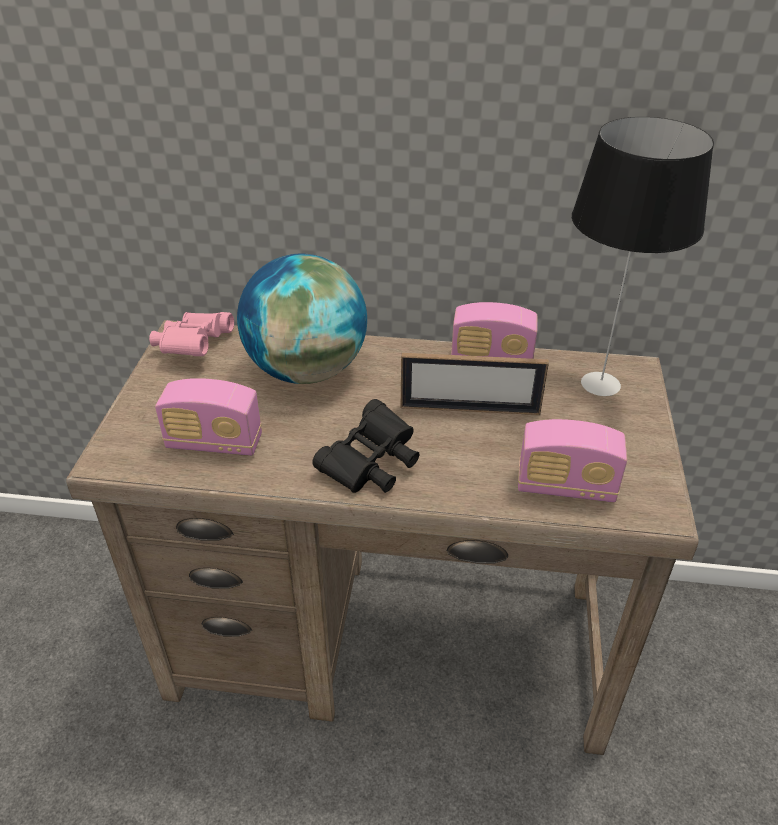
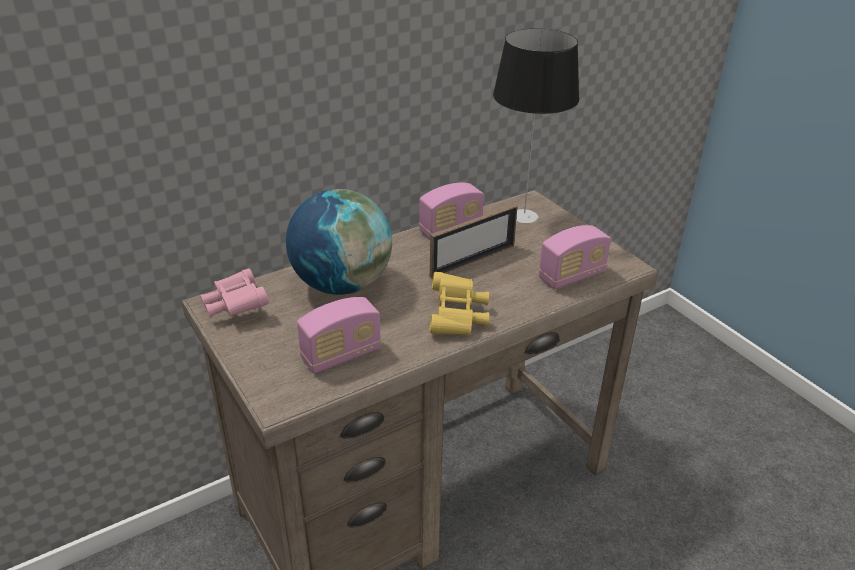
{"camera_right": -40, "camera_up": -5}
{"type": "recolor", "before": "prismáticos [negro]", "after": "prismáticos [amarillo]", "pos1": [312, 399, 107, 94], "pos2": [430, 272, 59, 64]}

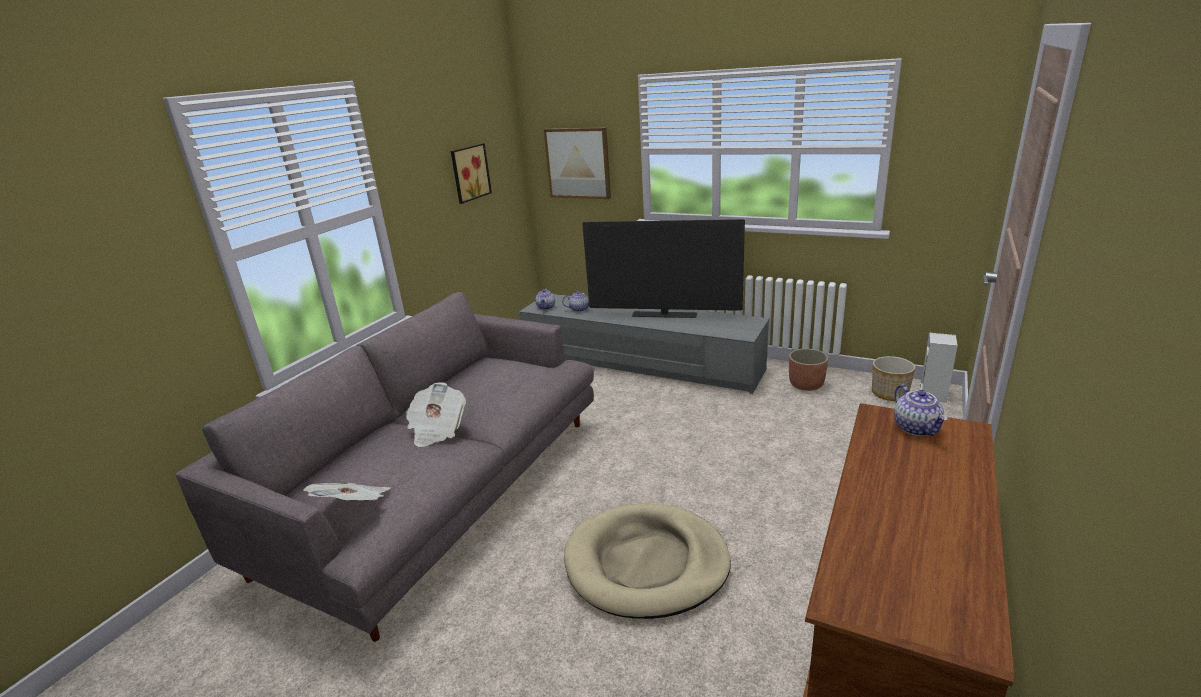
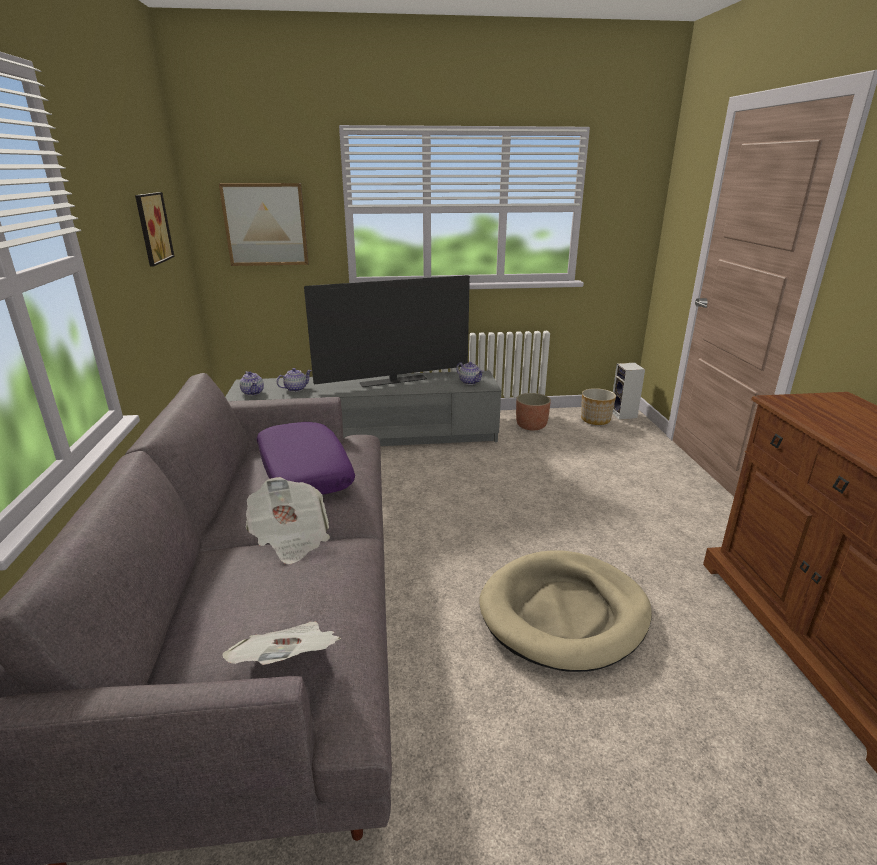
{"camera_right": -35, "camera_up": 0}
{"type": "insert", "after": "cojín [morado]", "pos2": [257, 422, 98, 73]}
{"type": "move", "before": "tetera", "pos1": [894, 384, 54, 52], "pos2": [456, 362, 28, 23]}

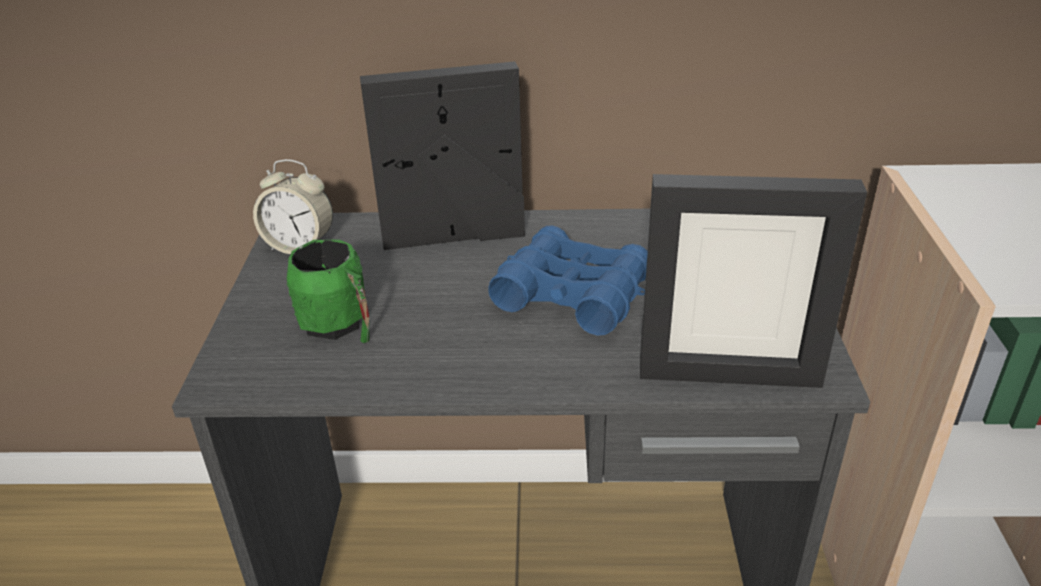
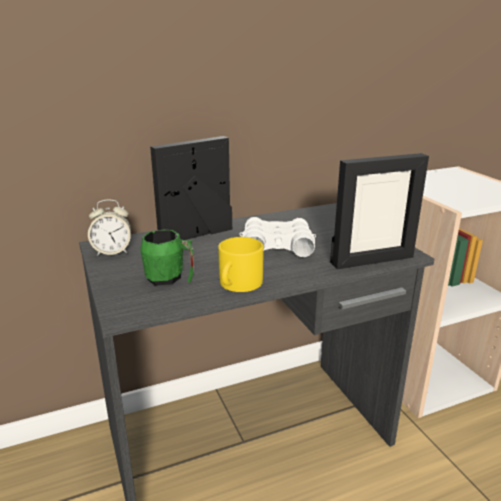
{"camera_right": -25, "camera_up": -10}
{"type": "insert", "after": "taza grande [amarillo]", "pos2": [218, 237, 46, 55]}
{"type": "recolor", "before": "prismáticos [azul]", "after": "prismáticos [blanco]", "pos1": [489, 226, 159, 110], "pos2": [240, 217, 76, 40]}

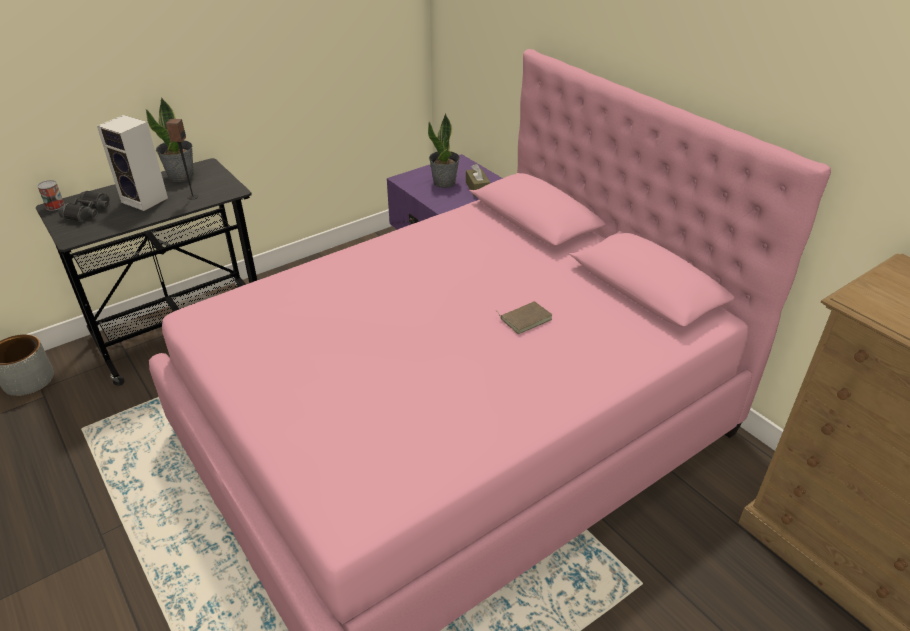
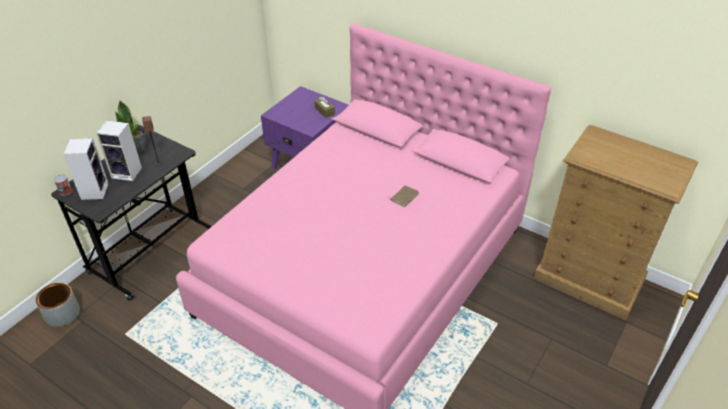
{"camera_right": -20, "camera_up": 5}
{"type": "delete", "before": "planta en maceta", "pos1": [428, 113, 32, 75]}
{"type": "replace", "before": "prismáticos [negro]", "after": "altavoz", "pos1": [59, 191, 51, 31], "pos2": [63, 138, 46, 62]}

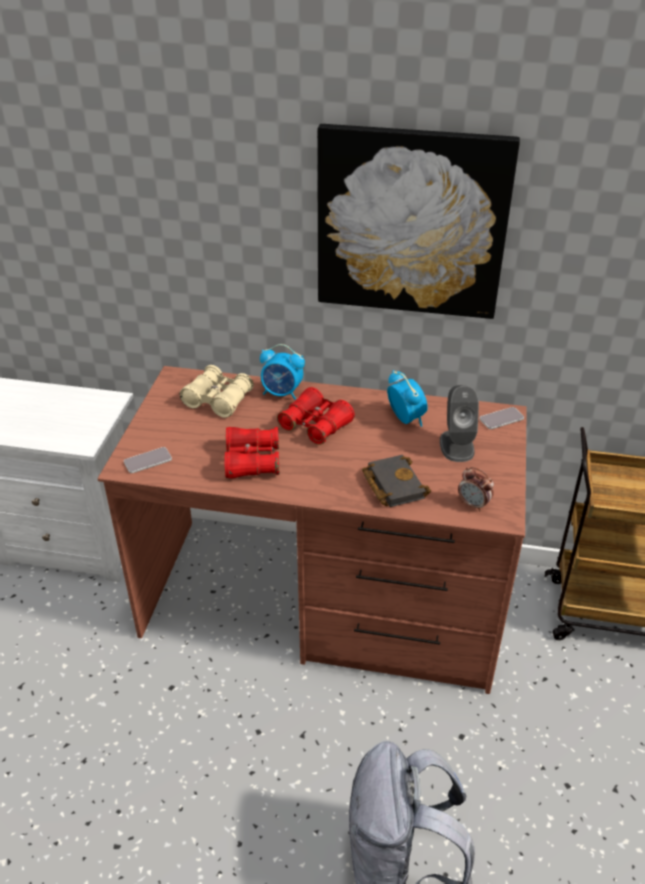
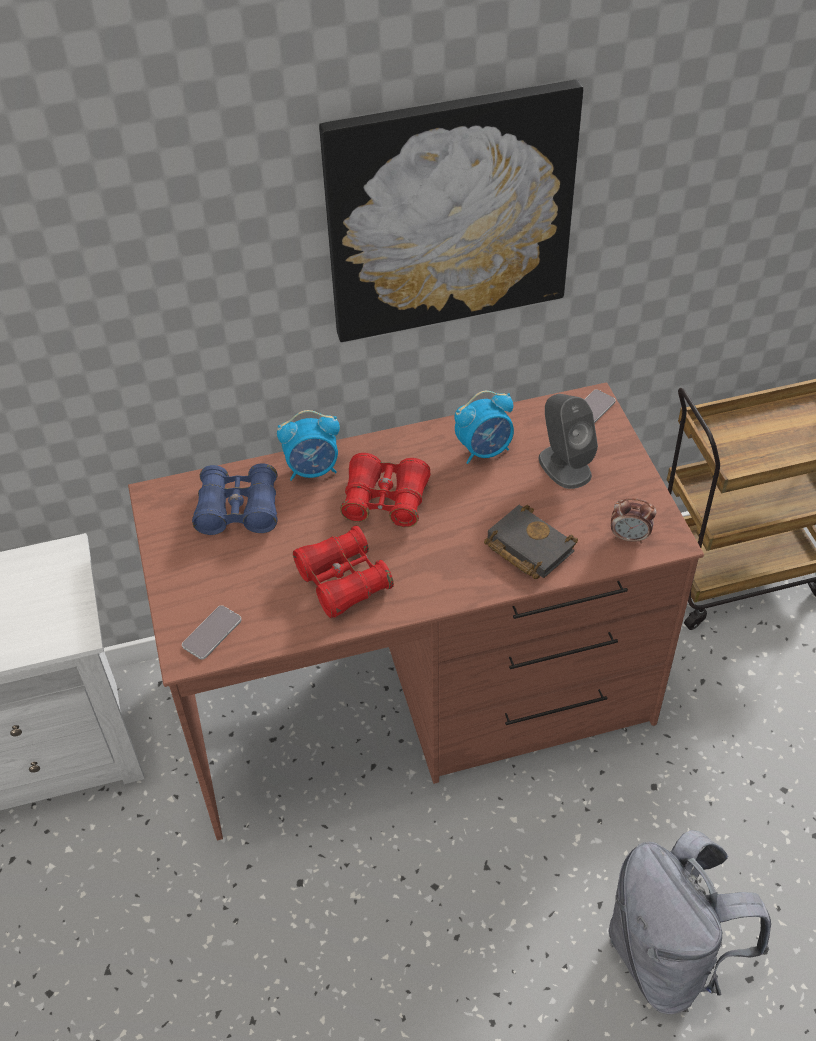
{"camera_right": -25, "camera_up": 10}
{"type": "recolor", "before": "prismáticos [beis]", "after": "prismáticos [azul]", "pos1": [180, 365, 74, 53], "pos2": [192, 463, 86, 72]}
{"type": "rotate", "before": "despertador", "pos1": [387, 370, 41, 57], "pos2": [455, 391, 59, 73], "turn": 120}

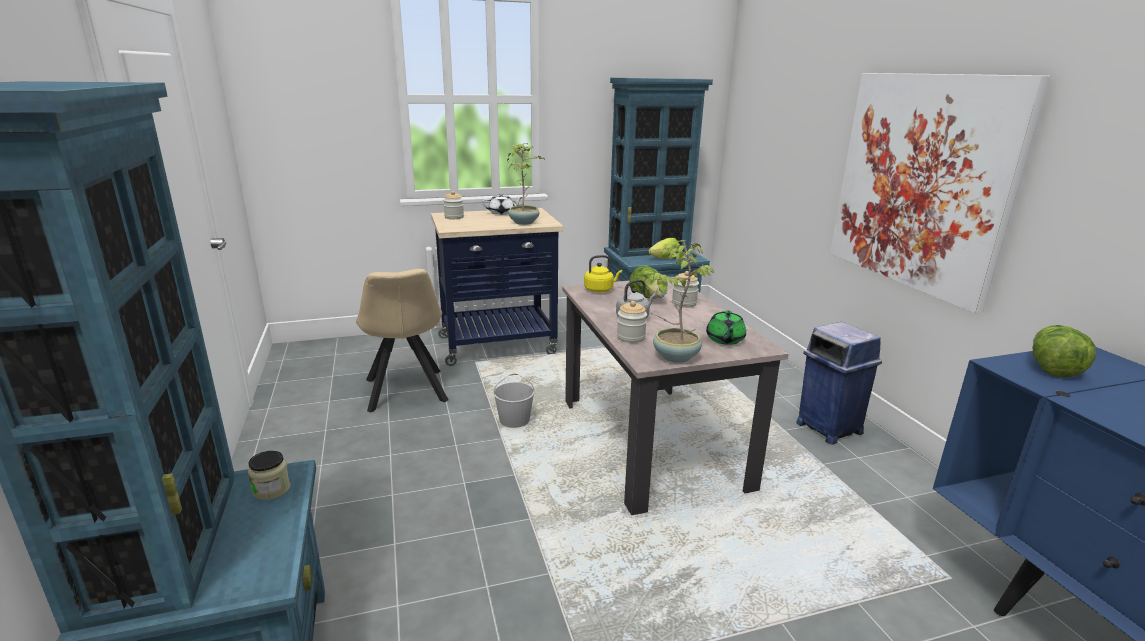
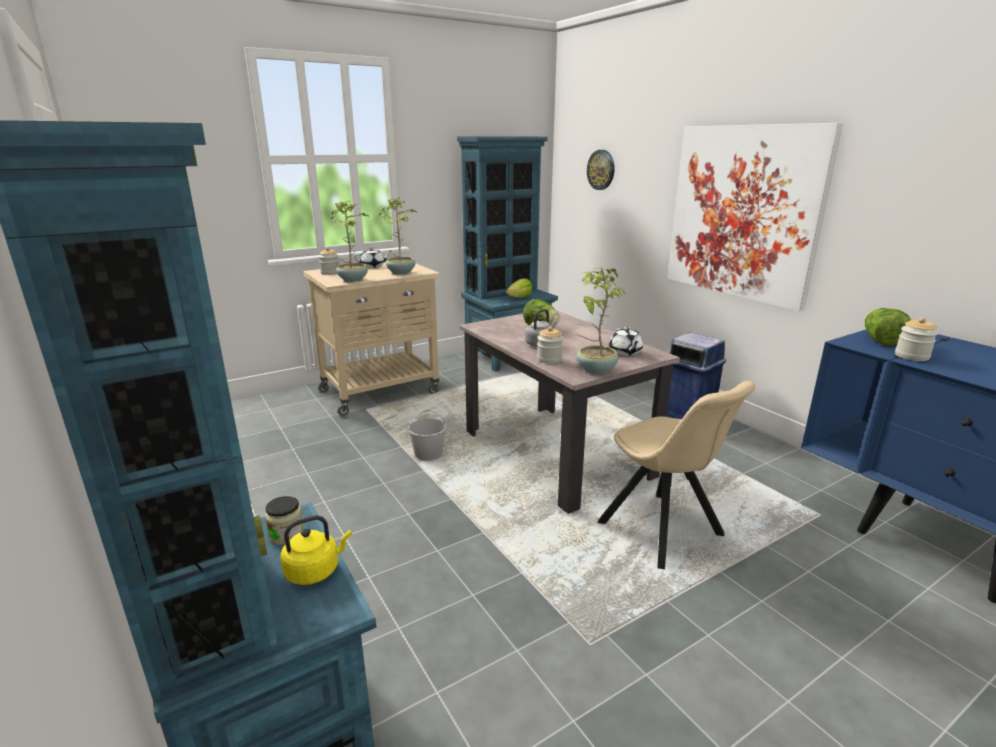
{"camera_right": -15, "camera_up": 0}
{"type": "insert", "after": "planta en maceta", "pos2": [331, 201, 39, 81]}
{"type": "insert", "after": "reloj de pared", "pos2": [587, 150, 27, 40]}
{"type": "move", "before": "silla [beis]", "pos1": [356, 269, 93, 144], "pos2": [598, 381, 157, 189]}
{"type": "move", "before": "hervidor [amarillo]", "pos1": [584, 255, 38, 37], "pos2": [280, 515, 72, 70]}
{"type": "move", "before": "tarro", "pos1": [672, 271, 27, 37], "pos2": [895, 317, 43, 44]}
{"type": "recolor", "before": "carrito [azul]", "after": "carrito [beis]", "pos1": [431, 208, 133, 158], "pos2": [303, 262, 137, 154]}
{"type": "recolor", "before": "tetera [verde]", "after": "tetera [blanco]", "pos1": [706, 310, 40, 35], "pos2": [609, 327, 34, 29]}

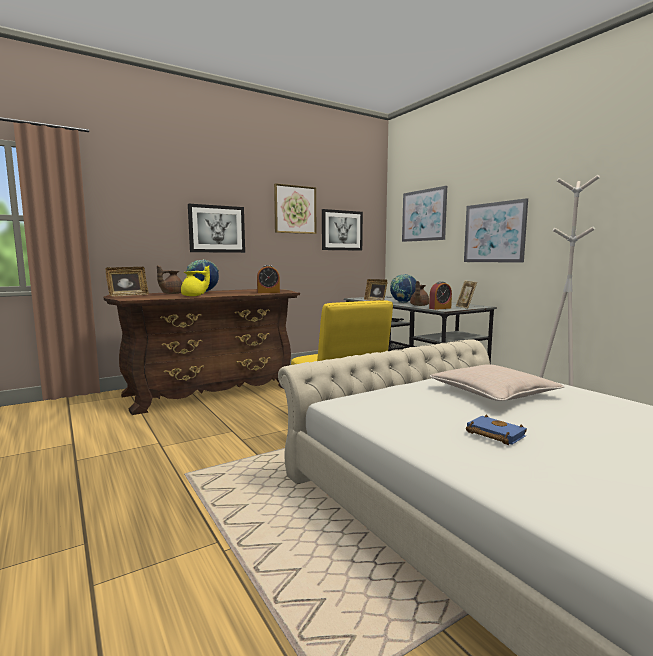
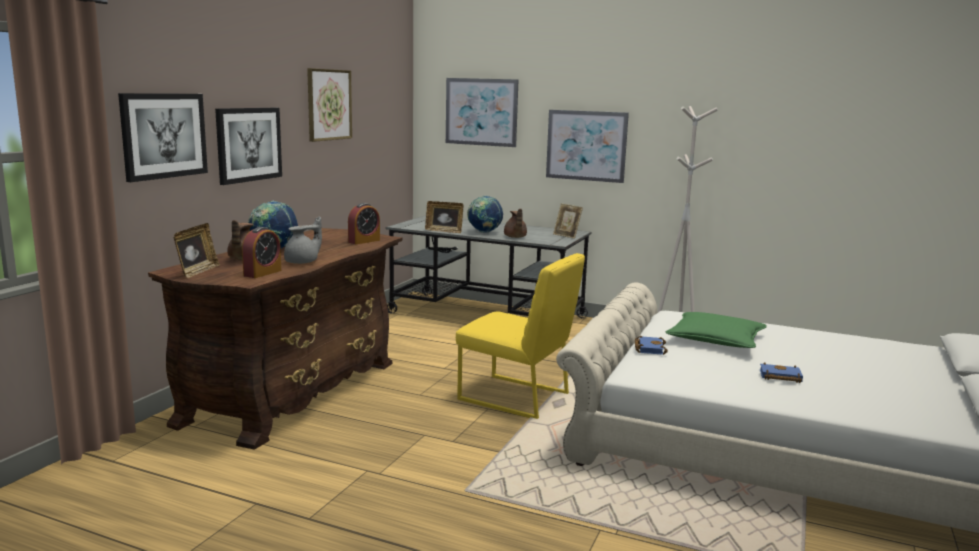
{"camera_right": -35, "camera_up": 5}
{"type": "insert", "after": "libro [azul]", "pos2": [635, 336, 33, 19]}
{"type": "move", "before": "cuadro", "pos1": [322, 209, 41, 42], "pos2": [118, 93, 90, 89]}
{"type": "move", "before": "despertador", "pos1": [429, 281, 23, 29], "pos2": [242, 227, 39, 51]}
{"type": "recolor", "before": "tetera [amarillo]", "after": "tetera [gris]", "pos1": [181, 266, 29, 30], "pos2": [284, 216, 38, 48]}
{"type": "recolor", "before": "cojín [beis]", "after": "cojín [verde]", "pos1": [429, 364, 136, 37], "pos2": [666, 312, 101, 36]}

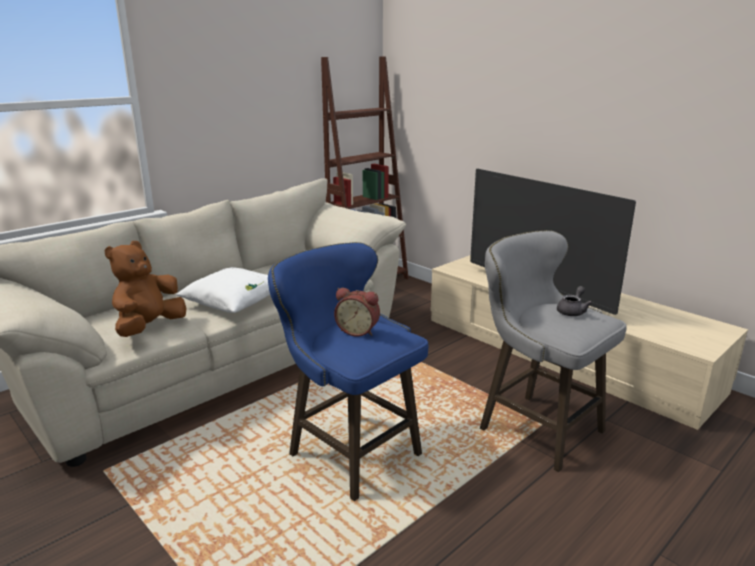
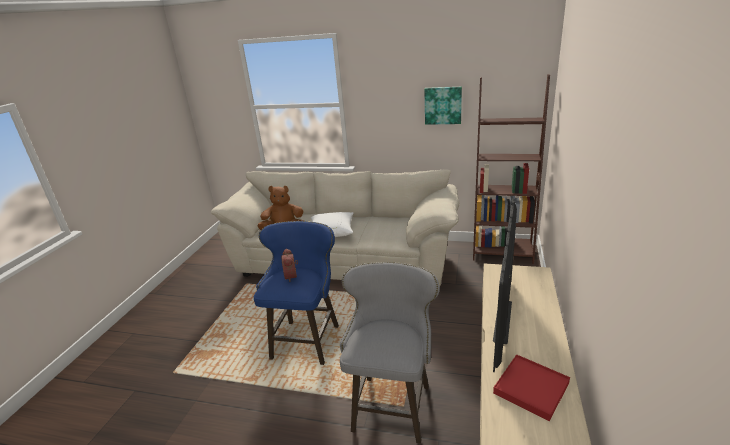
{"camera_right": 60, "camera_up": 5}
{"type": "delete", "before": "tetera [gris]", "pos1": [557, 286, 36, 30]}
{"type": "insert", "after": "cuadro", "pos2": [424, 87, 38, 38]}
{"type": "insert", "after": "bandeja [rojo]", "pos2": [493, 354, 77, 67]}

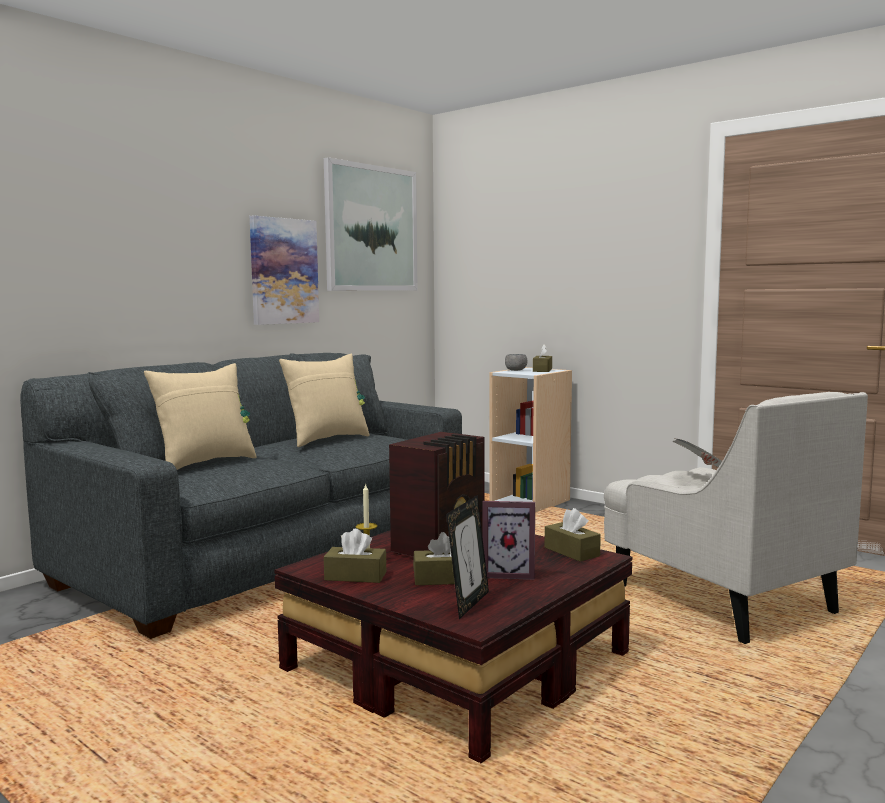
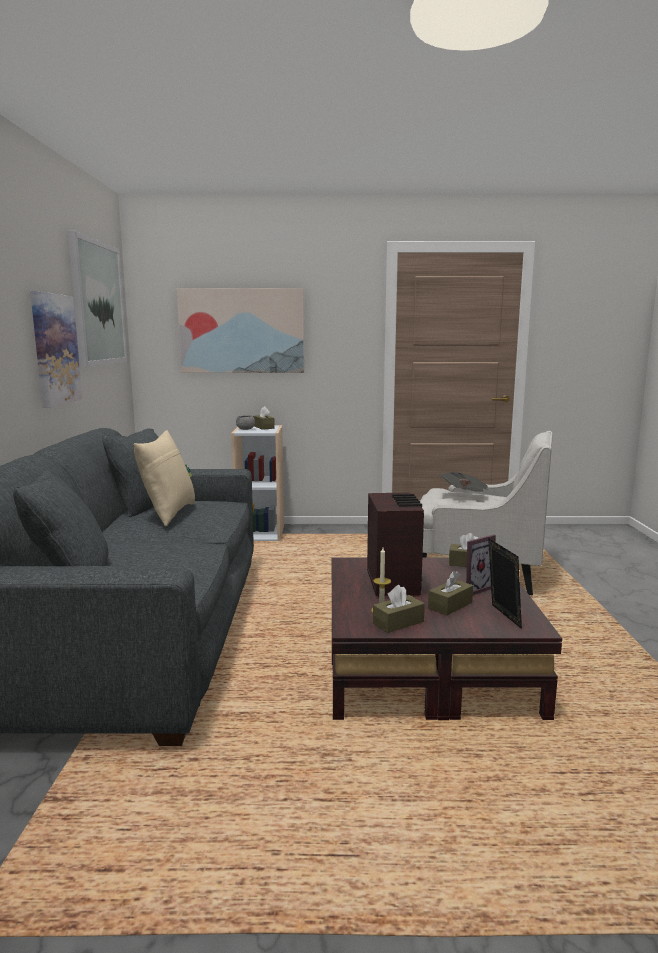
{"camera_right": -40, "camera_up": 5}
{"type": "delete", "before": "cojín [beis]", "pos1": [144, 363, 113, 107]}
{"type": "insert", "after": "cuadro", "pos2": [177, 288, 127, 85]}

